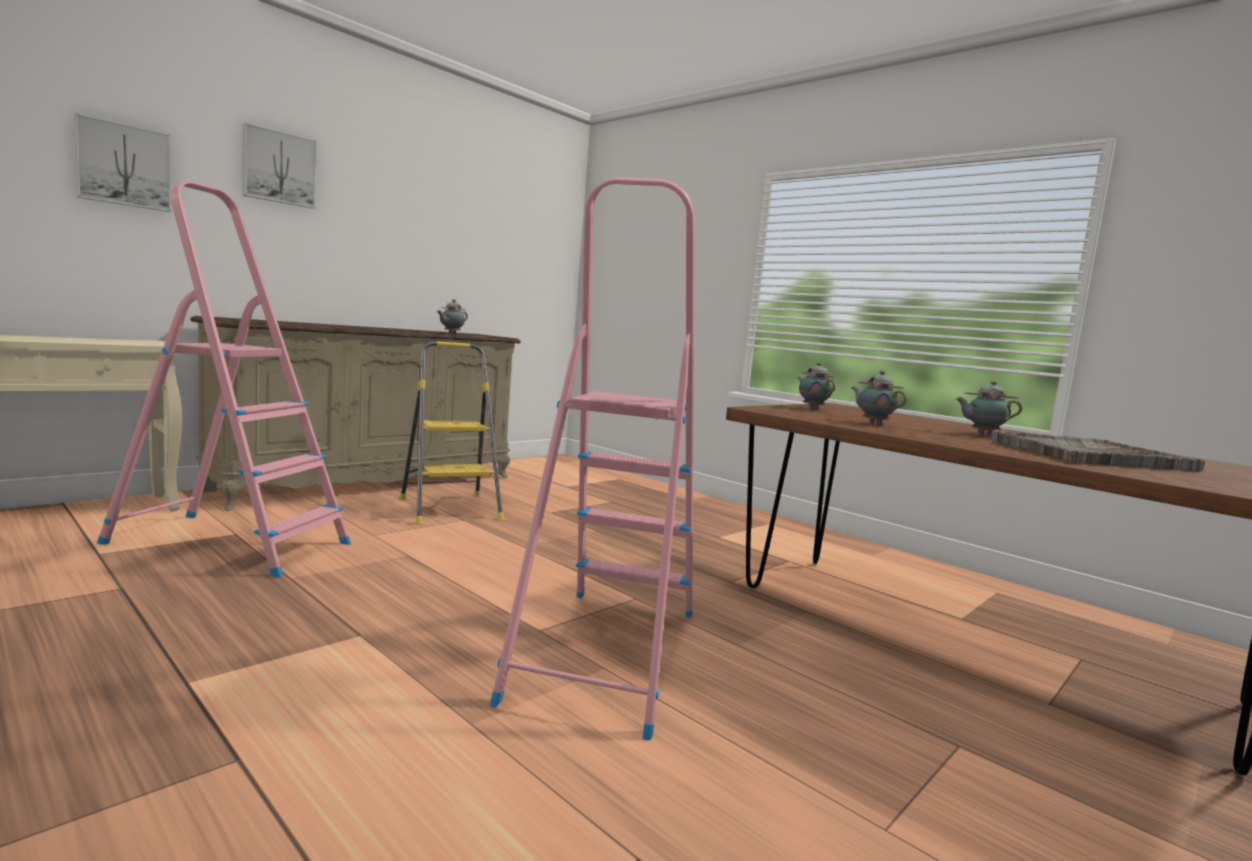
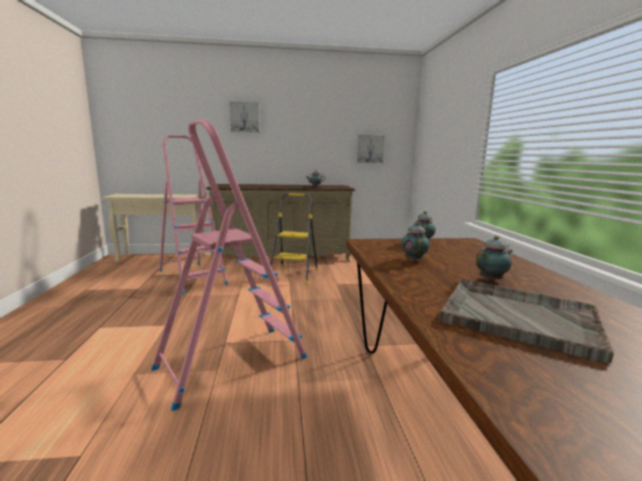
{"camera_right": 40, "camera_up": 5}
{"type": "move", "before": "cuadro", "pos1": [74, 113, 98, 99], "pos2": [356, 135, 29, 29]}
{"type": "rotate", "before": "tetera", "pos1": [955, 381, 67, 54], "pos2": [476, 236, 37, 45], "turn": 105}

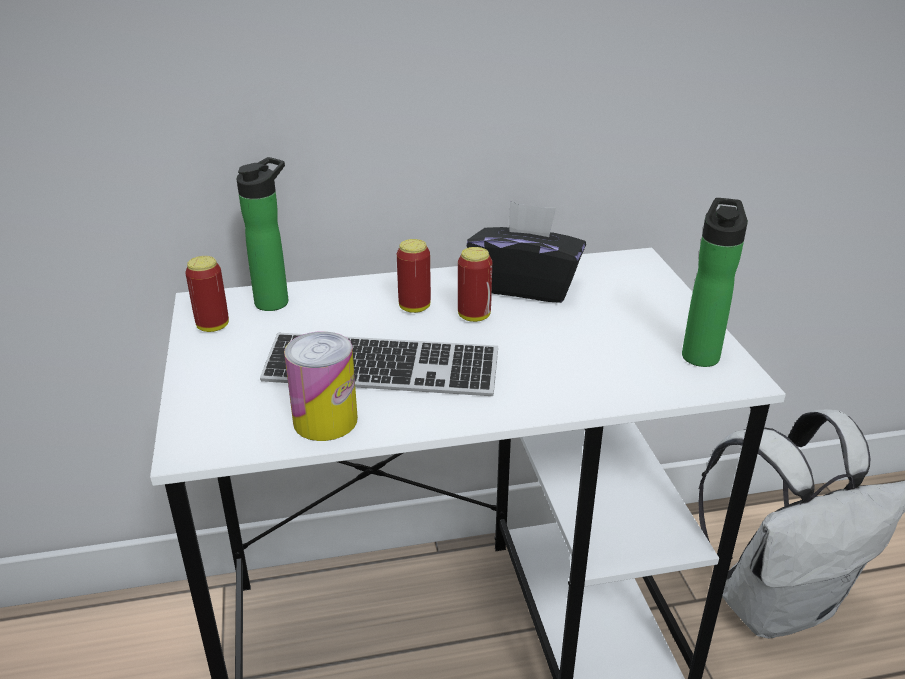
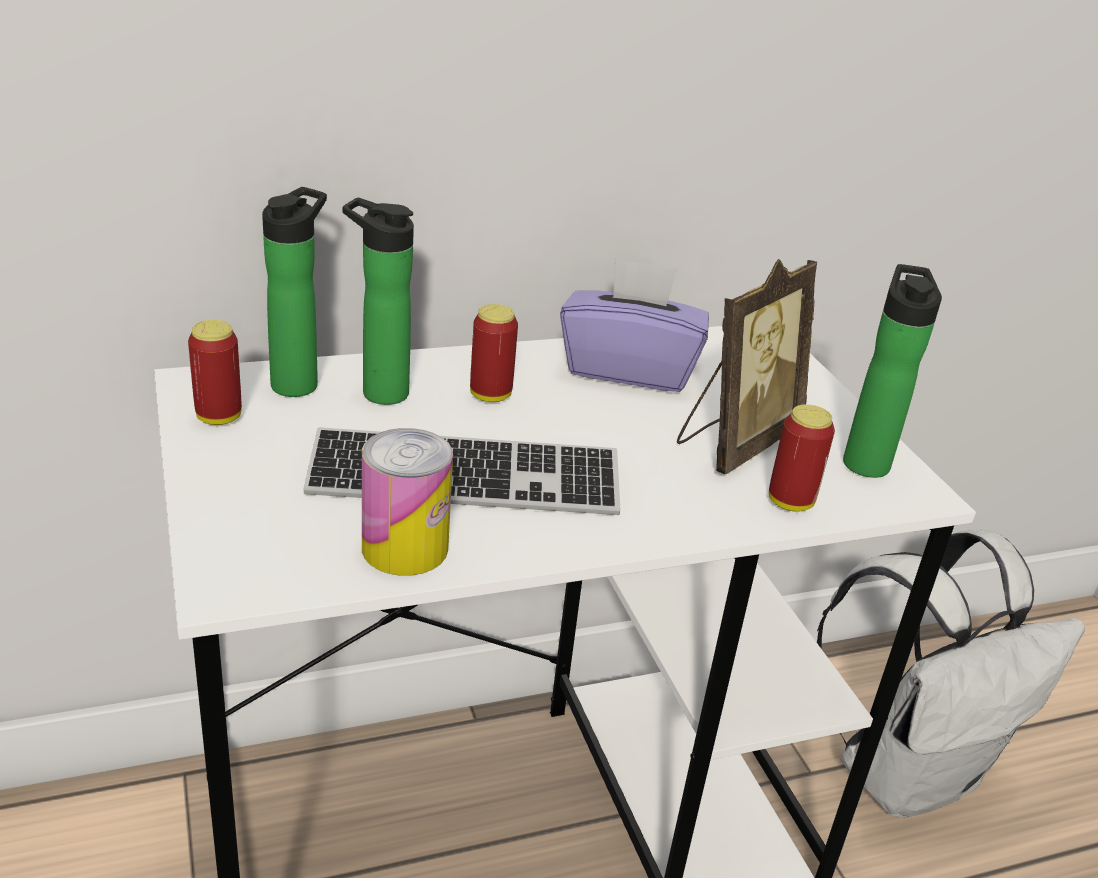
{"camera_right": -10, "camera_up": 0}
{"type": "insert", "after": "botella", "pos2": [343, 198, 71, 207]}
{"type": "insert", "after": "portarretratos", "pos2": [677, 259, 140, 216]}
{"type": "move", "before": "lata", "pos1": [458, 247, 34, 75], "pos2": [769, 404, 66, 108]}
{"type": "recolor", "before": "caja de pañuelos [negro]", "after": "caja de pañuelos [morado]", "pos1": [467, 201, 119, 102], "pos2": [560, 258, 149, 134]}

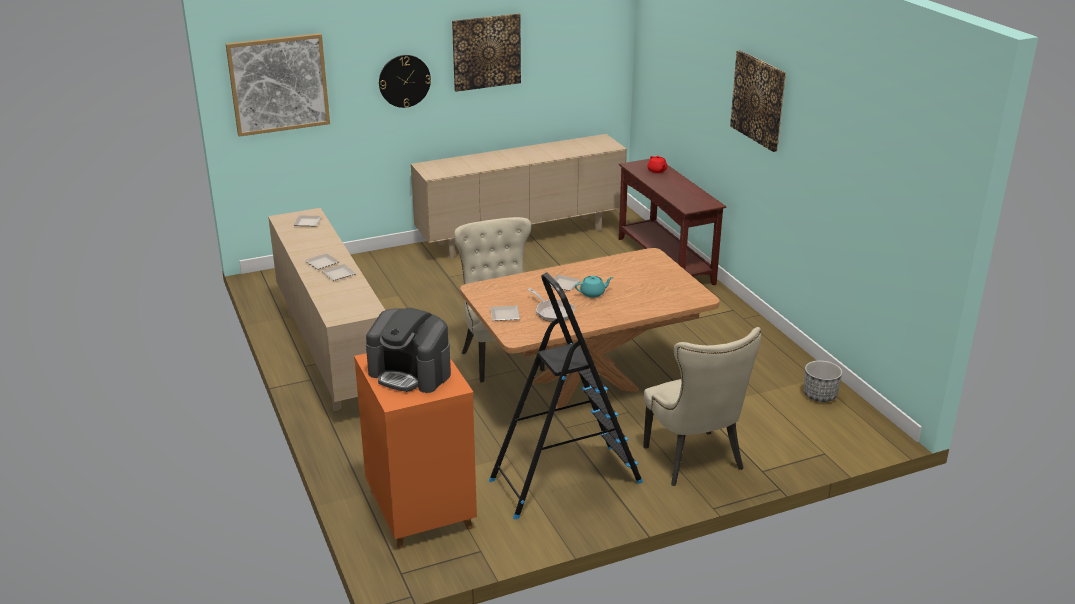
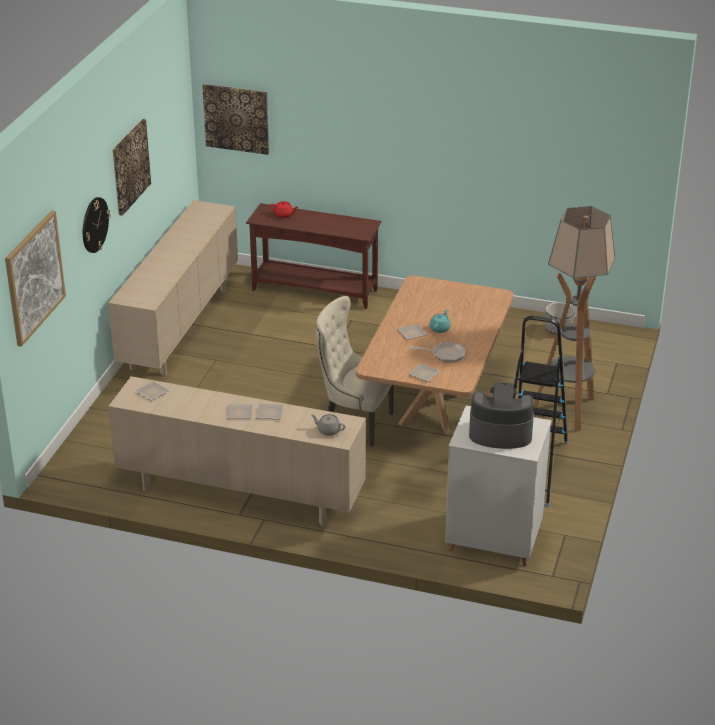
{"camera_right": -50, "camera_up": 5}
{"type": "insert", "after": "tetera [gris]", "pos2": [311, 414, 34, 22]}
{"type": "move", "before": "cuadro", "pos1": [730, 51, 56, 101], "pos2": [202, 84, 67, 71]}
{"type": "replace", "before": "silla [beis]", "after": "lámpara de pie", "pos1": [643, 327, 118, 159], "pos2": [534, 206, 81, 225]}
{"type": "recolor", "before": "cómoda [naranja]", "after": "cómoda [blanco]", "pos1": [354, 353, 123, 196], "pos2": [445, 406, 107, 161]}
{"type": "rotate", "before": "cafetera", "pos1": [366, 308, 85, 85], "pos2": [469, 382, 65, 67], "turn": -150}

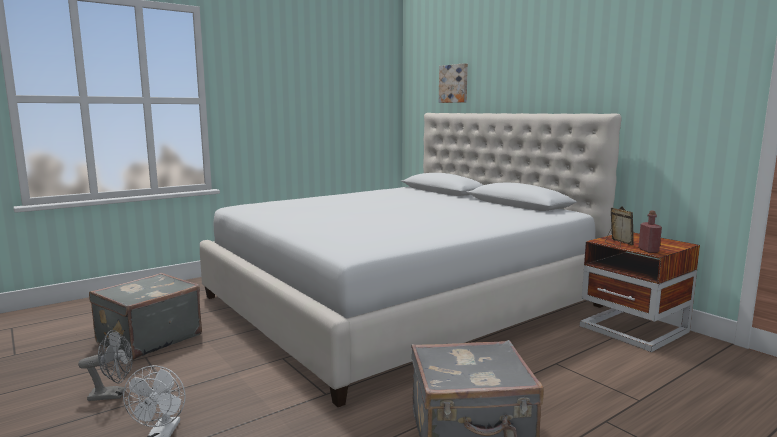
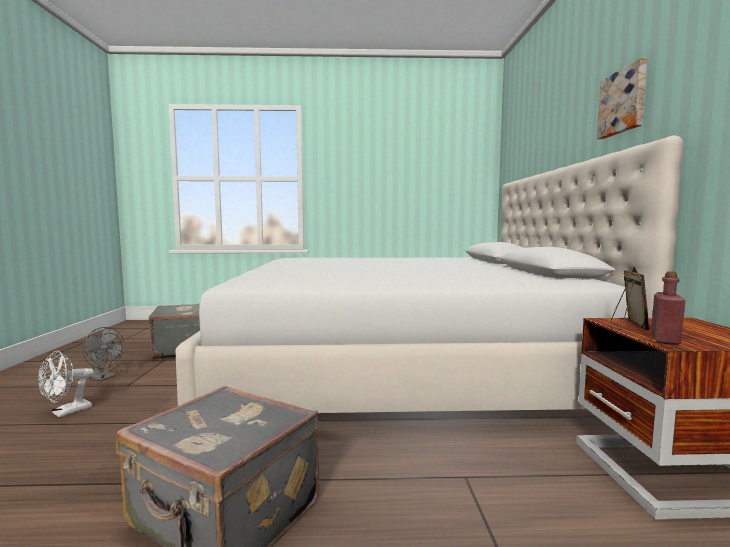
{"camera_right": 35, "camera_up": -5}
{"type": "move", "before": "cuadro", "pos1": [439, 63, 29, 40], "pos2": [597, 58, 50, 81]}

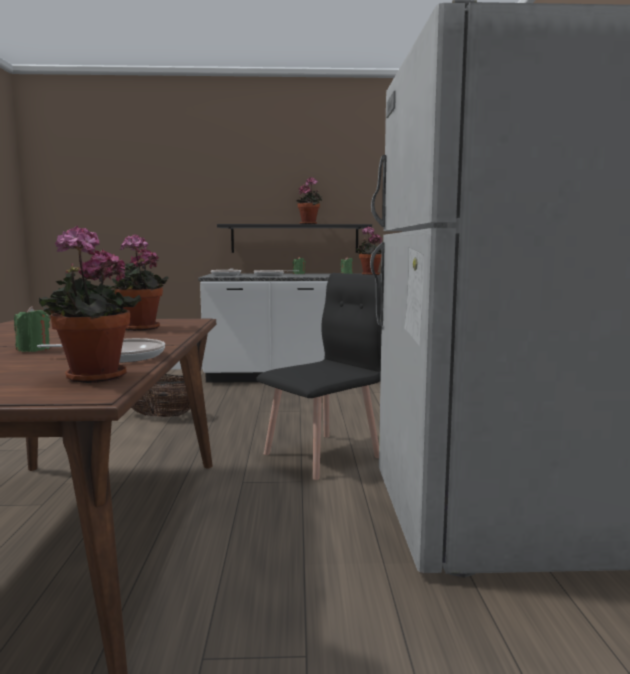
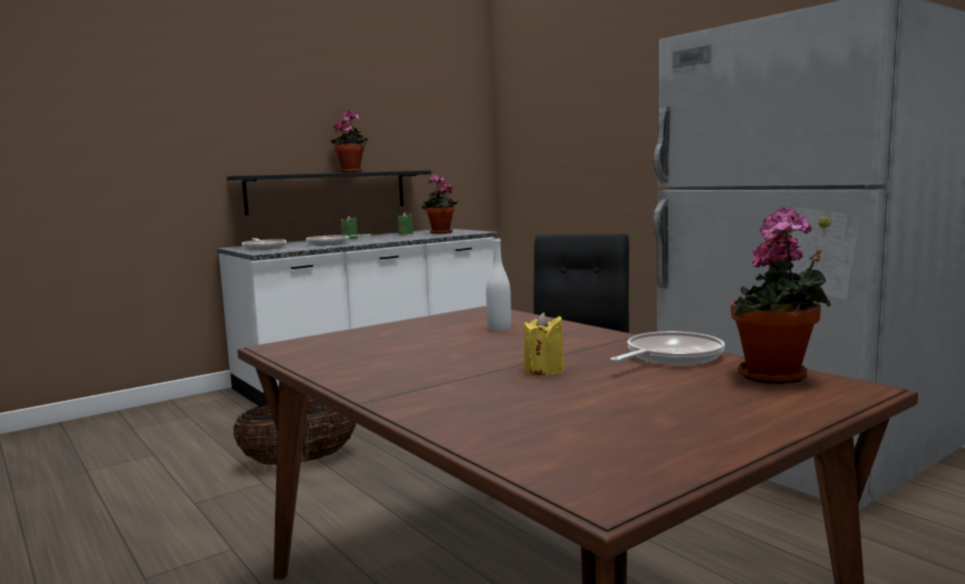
{"camera_right": -35, "camera_up": 0}
{"type": "replace", "before": "planta en maceta", "after": "botella [blanco]", "pos1": [107, 234, 61, 97], "pos2": [486, 236, 25, 95]}
{"type": "recolor", "before": "vela [verde]", "after": "vela [amarillo]", "pos1": [14, 306, 36, 46], "pos2": [523, 312, 41, 63]}

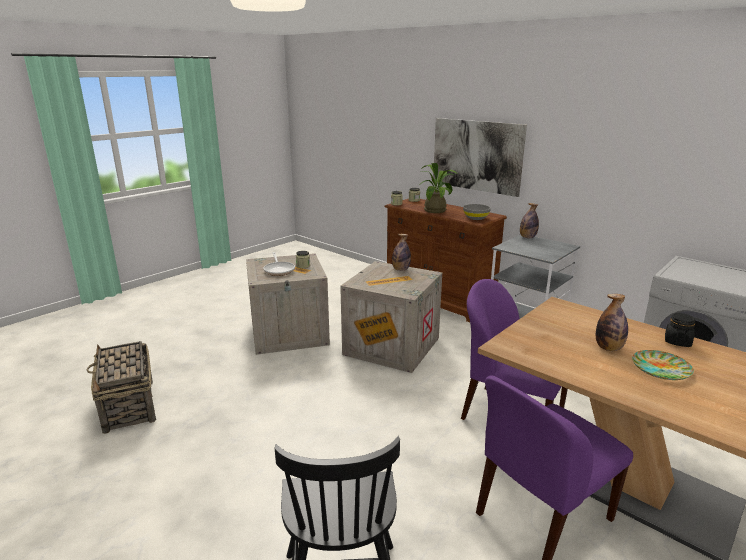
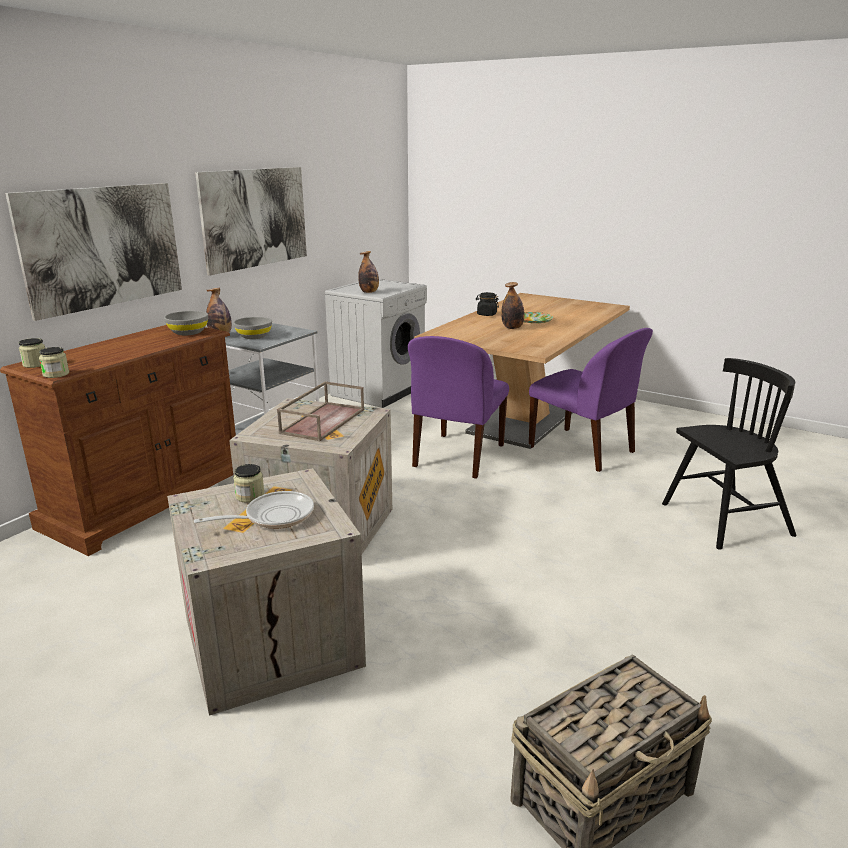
{"camera_right": -100, "camera_up": 0}
{"type": "delete", "before": "planta en maceta", "pos1": [421, 163, 37, 50]}
{"type": "insert", "after": "cuadro", "pos2": [195, 167, 112, 109]}
{"type": "insert", "after": "cuenco [gris]", "pos2": [233, 317, 39, 22]}
{"type": "insert", "after": "bandeja [marrón]", "pos2": [277, 381, 87, 60]}
{"type": "move", "before": "botella", "pos1": [392, 234, 19, 37], "pos2": [358, 251, 21, 42]}

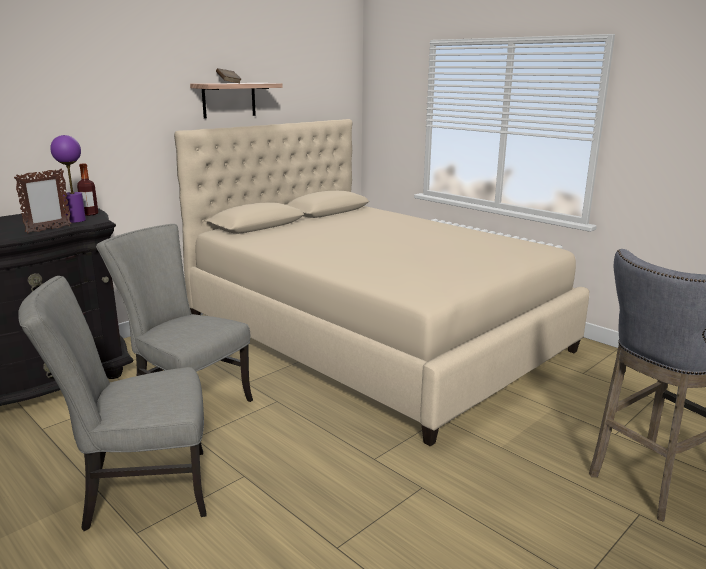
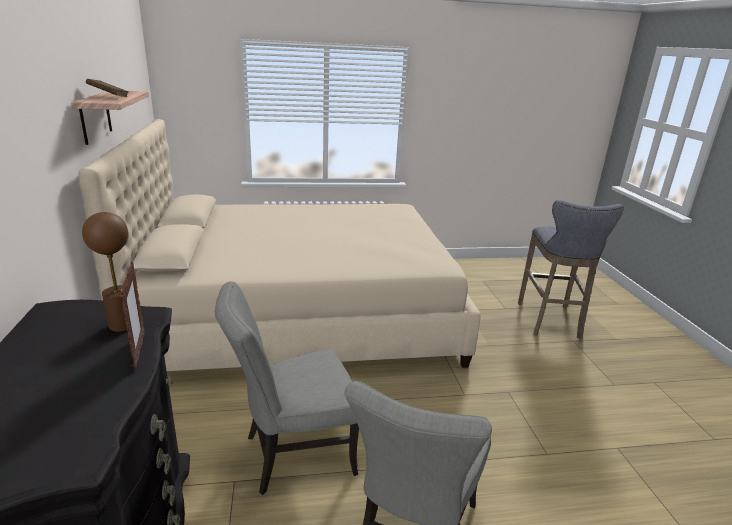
{"camera_right": -55, "camera_up": 5}
{"type": "delete", "before": "botella", "pos1": [77, 163, 21, 53]}
{"type": "recolor", "before": "lámpara de mesa [morado]", "after": "lámpara de mesa [marrón]", "pos1": [50, 135, 36, 88], "pos2": [82, 212, 47, 120]}

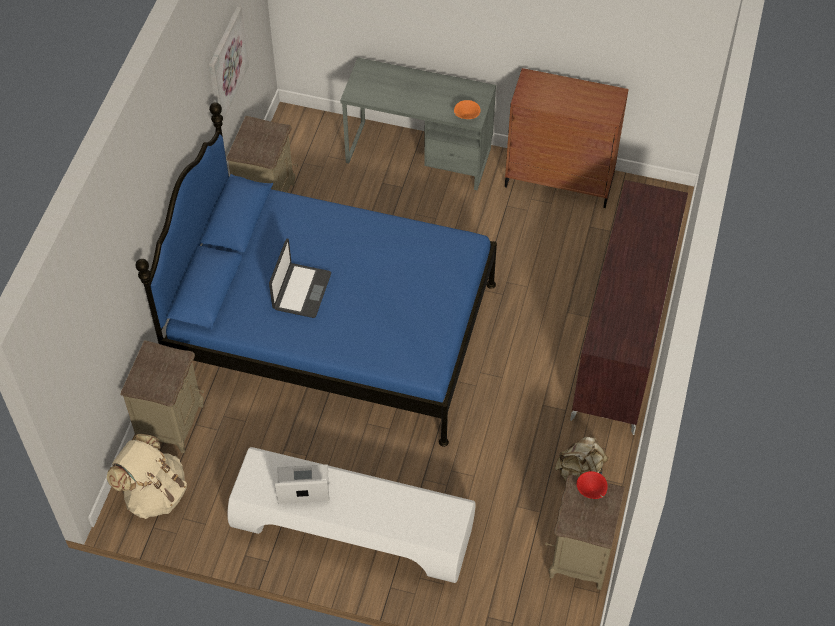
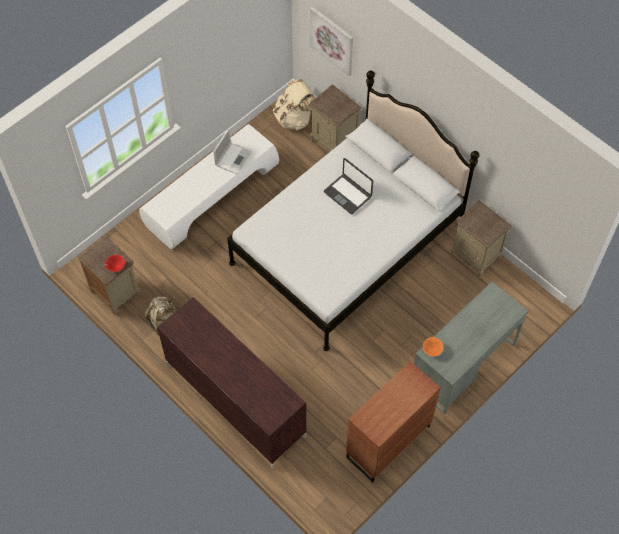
{"camera_right": 120, "camera_up": 5}
{"type": "move", "before": "cuadro", "pos1": [209, 7, 40, 116], "pos2": [310, 6, 43, 70]}
{"type": "recolor", "before": "cama [azul]", "after": "cama [blanco]", "pos1": [135, 102, 362, 345], "pos2": [227, 71, 252, 280]}

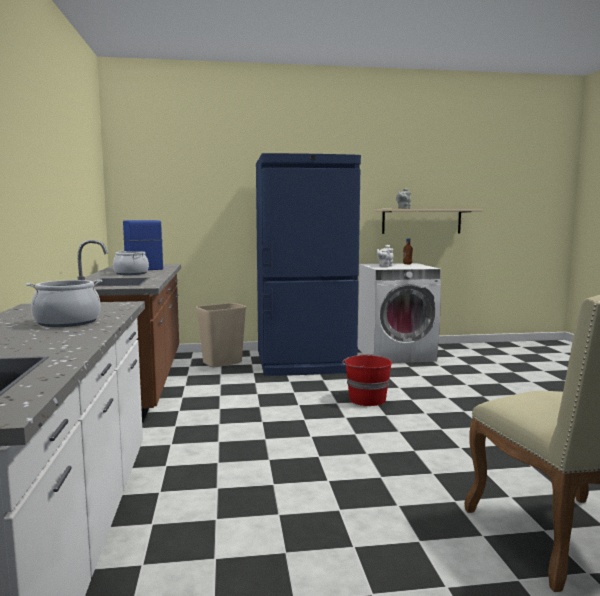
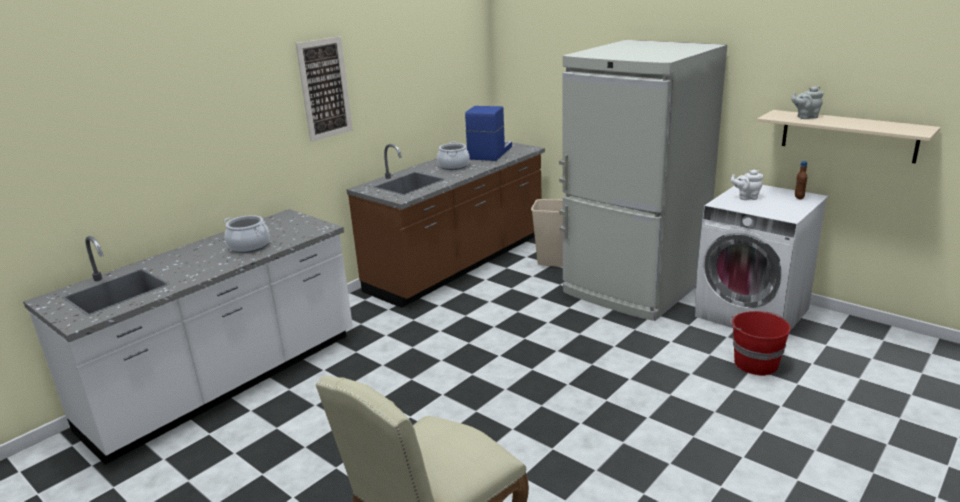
{"camera_right": 50, "camera_up": 15}
{"type": "insert", "after": "cuadro", "pos2": [295, 36, 58, 106]}
{"type": "move", "before": "cubo [rojo]", "pos1": [343, 354, 49, 52], "pos2": [730, 311, 61, 65]}
{"type": "recolor", "before": "nevera [azul]", "after": "nevera [blanco]", "pos1": [256, 153, 105, 223], "pos2": [559, 40, 168, 281]}

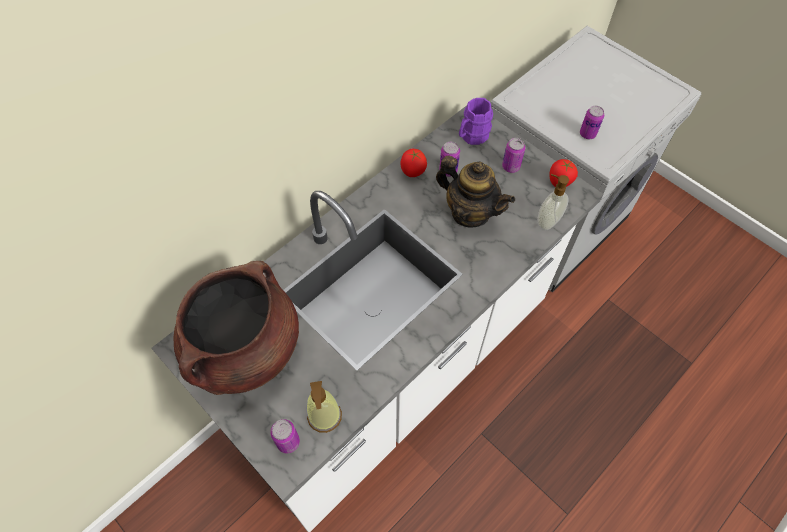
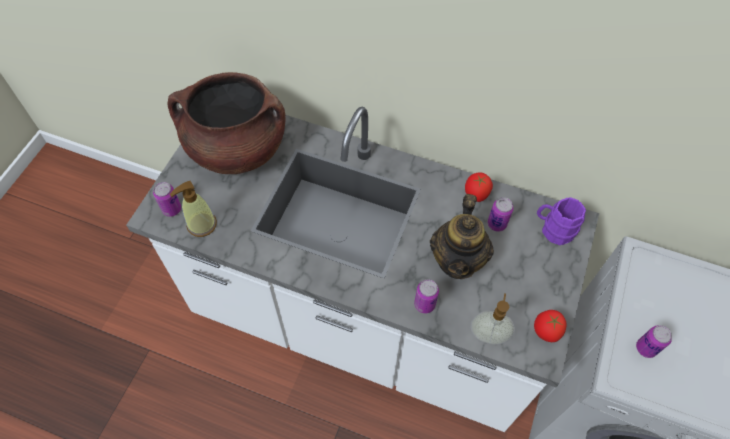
{"camera_right": 65, "camera_up": 0}
{"type": "move", "before": "lata", "pos1": [502, 138, 23, 35], "pos2": [414, 280, 25, 34]}

